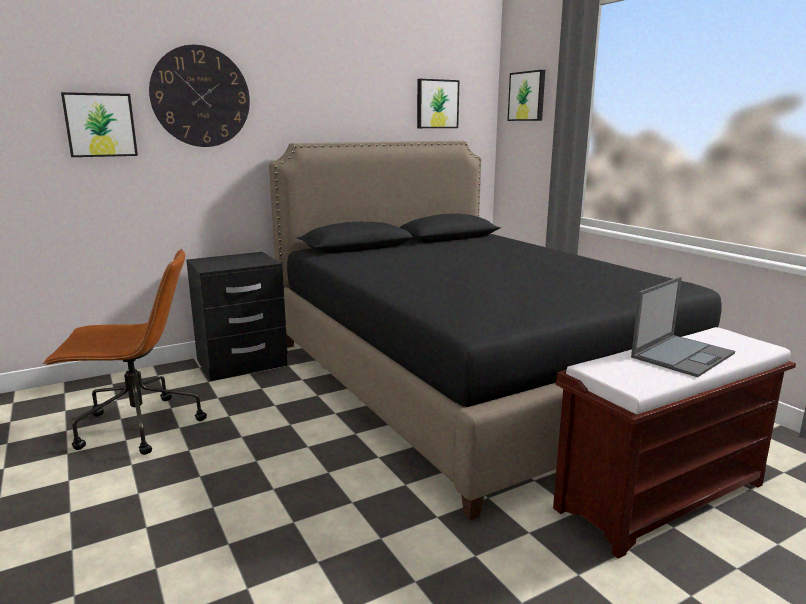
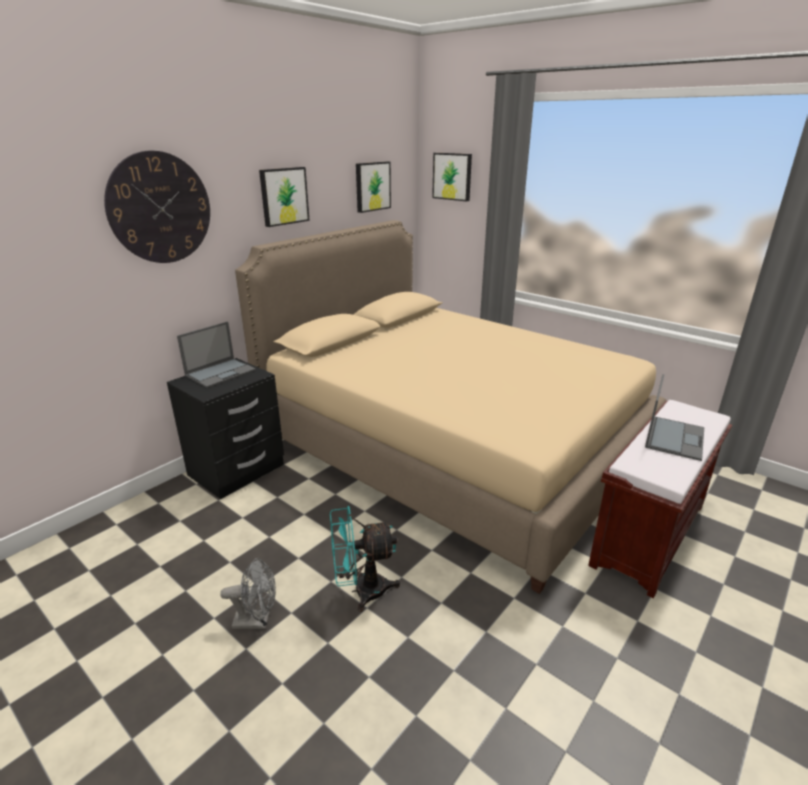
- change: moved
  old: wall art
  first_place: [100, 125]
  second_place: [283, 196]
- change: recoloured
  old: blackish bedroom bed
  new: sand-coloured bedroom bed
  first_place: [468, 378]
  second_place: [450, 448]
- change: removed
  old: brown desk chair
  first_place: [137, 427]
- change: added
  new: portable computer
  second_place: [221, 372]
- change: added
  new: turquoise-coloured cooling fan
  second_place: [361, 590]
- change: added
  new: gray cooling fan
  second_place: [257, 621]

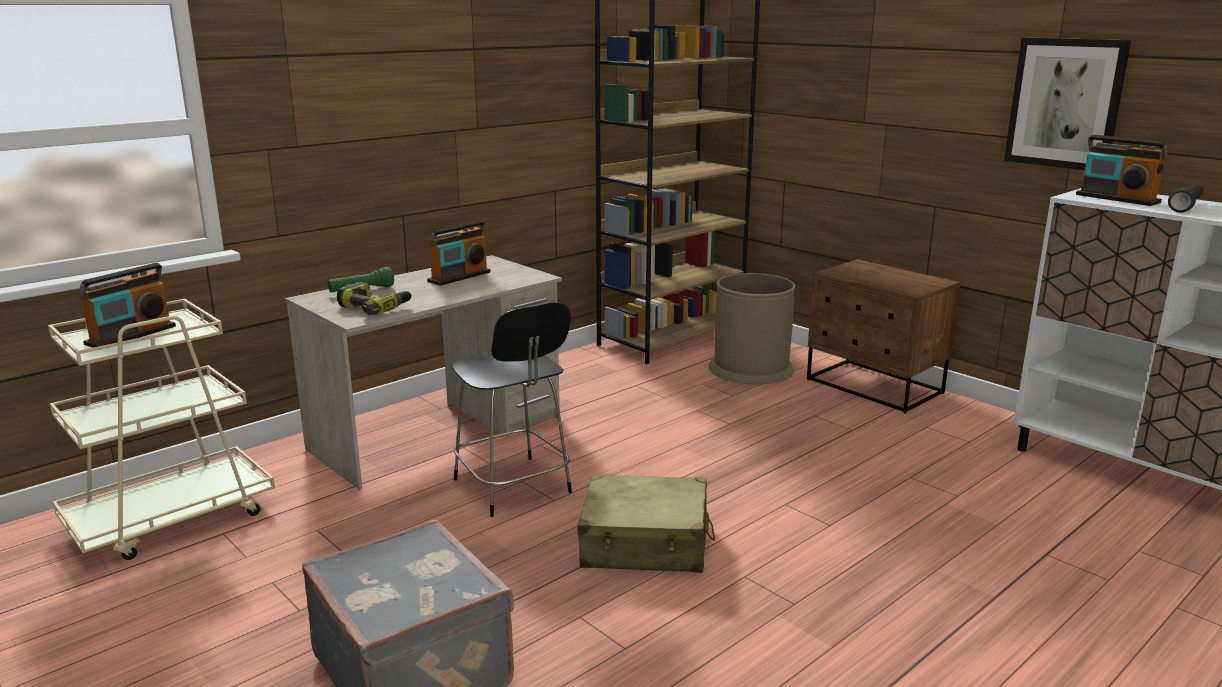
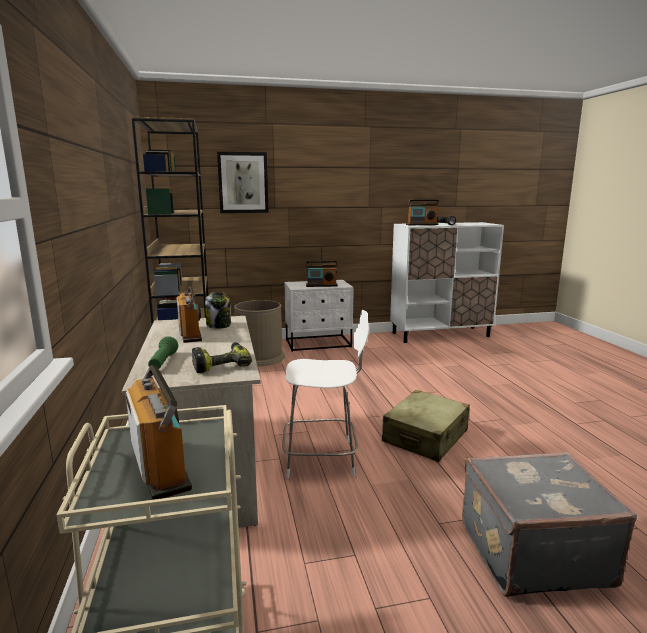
- change: moved
  old: wall art
  first_place: [1065, 103]
  second_place: [243, 183]
- change: recoloured
  old: brown nightstand
  new: white-coloured nightstand
  first_place: [874, 387]
  second_place: [318, 343]
- change: recoloured
  old: blackish plain chair
  new: white-coloured plain chair
  first_place: [514, 488]
  second_place: [323, 458]
- change: added
  new: radio
  second_place: [321, 285]
- change: added
  new: storage jar
  second_place: [219, 325]

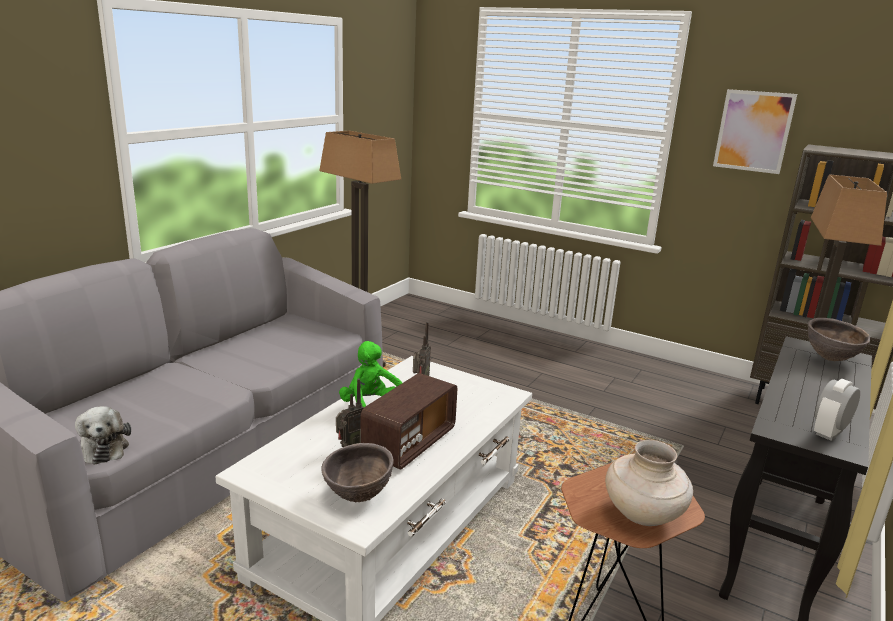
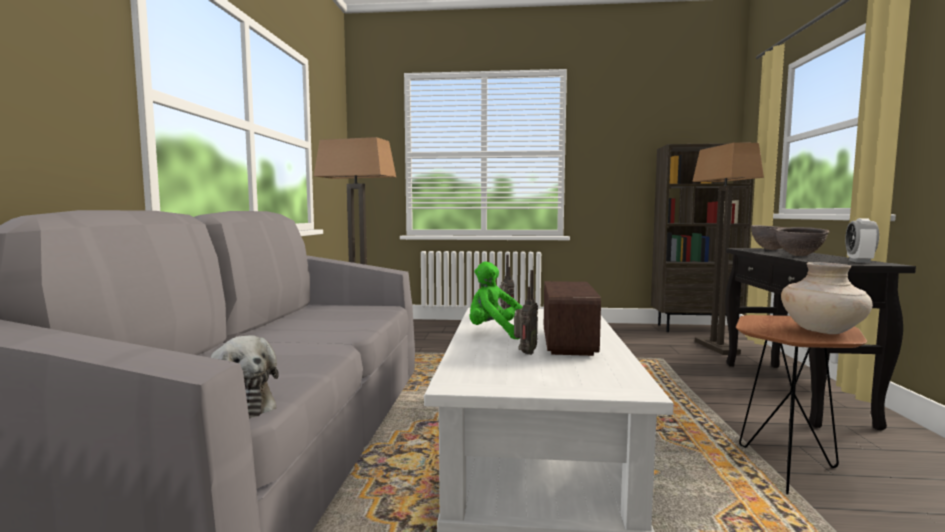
- change: removed
  old: wall art
  first_place: [753, 131]
- change: moved
  old: brown bowl
  first_place: [358, 496]
  second_place: [799, 256]

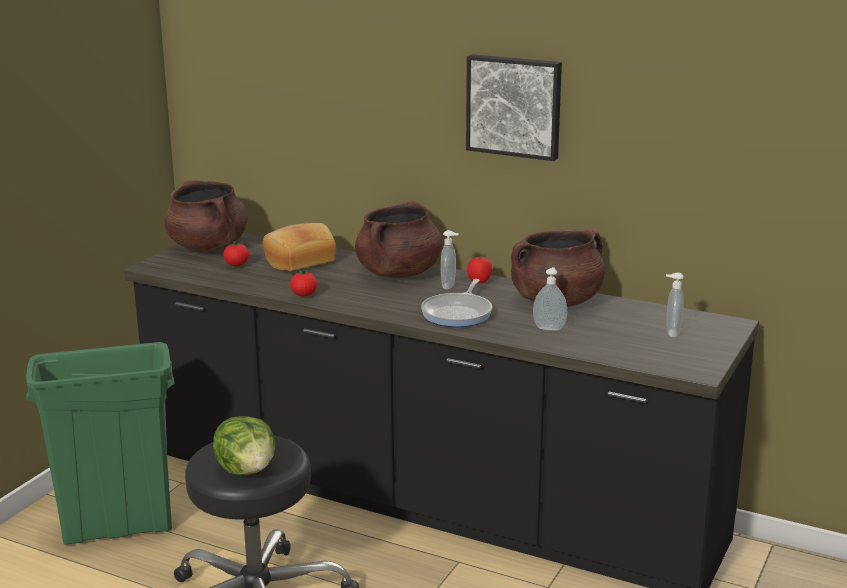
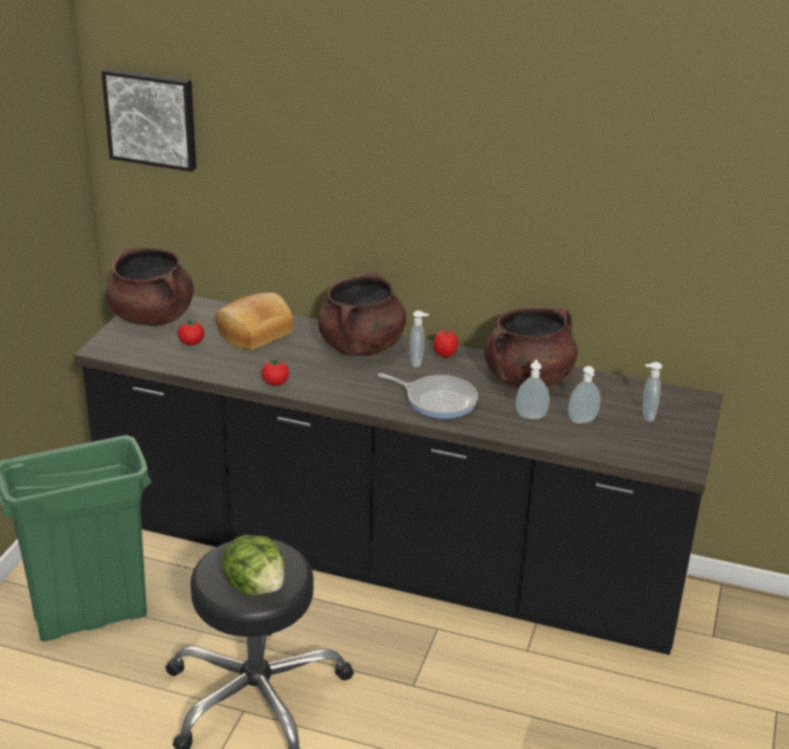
- change: moved
  old: wall art
  first_place: [514, 106]
  second_place: [152, 118]
- change: turned
  old: pan
  first_place: [458, 313]
  second_place: [437, 400]
  degrees: -75
- change: added
  new: soap dispenser
  second_place: [583, 421]

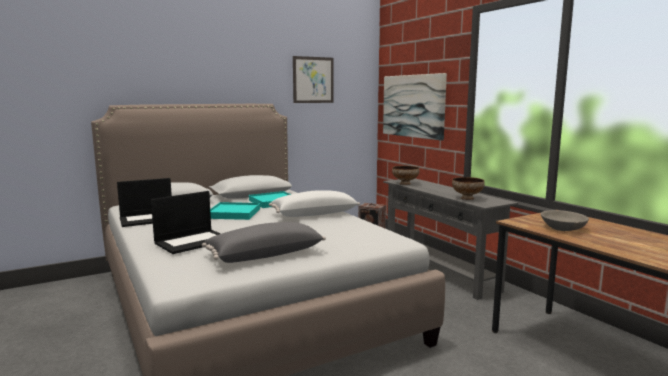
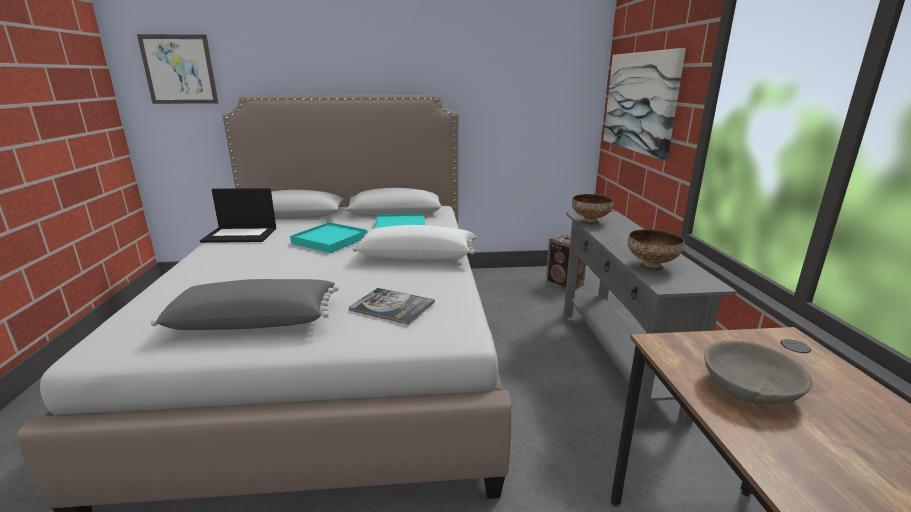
- change: moved
  old: wall art
  first_place: [313, 80]
  second_place: [179, 69]
- change: removed
  old: portable computer
  first_place: [193, 241]
- change: added
  new: volume
  second_place: [392, 306]

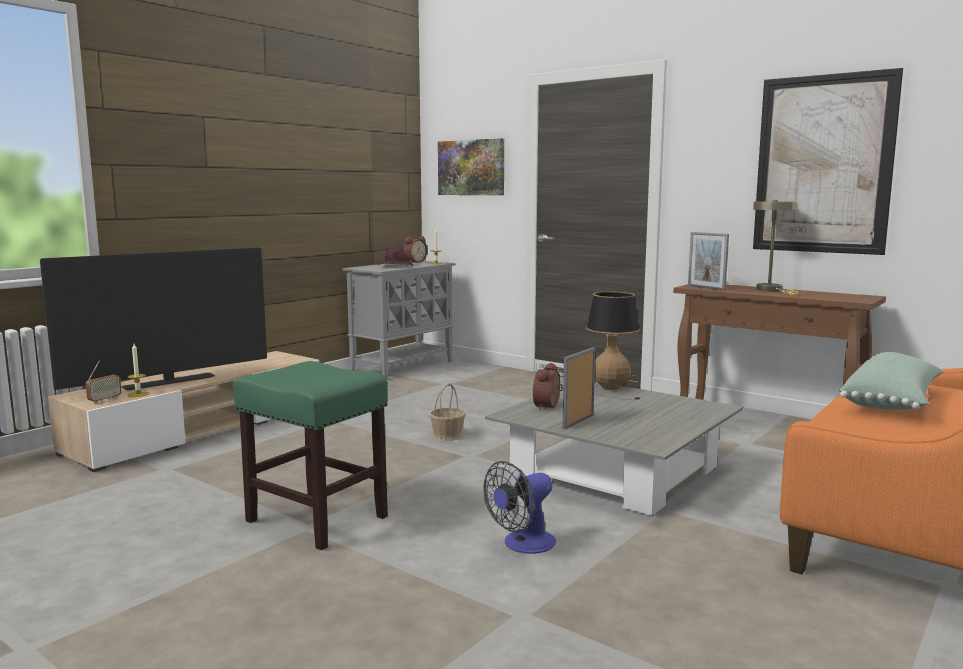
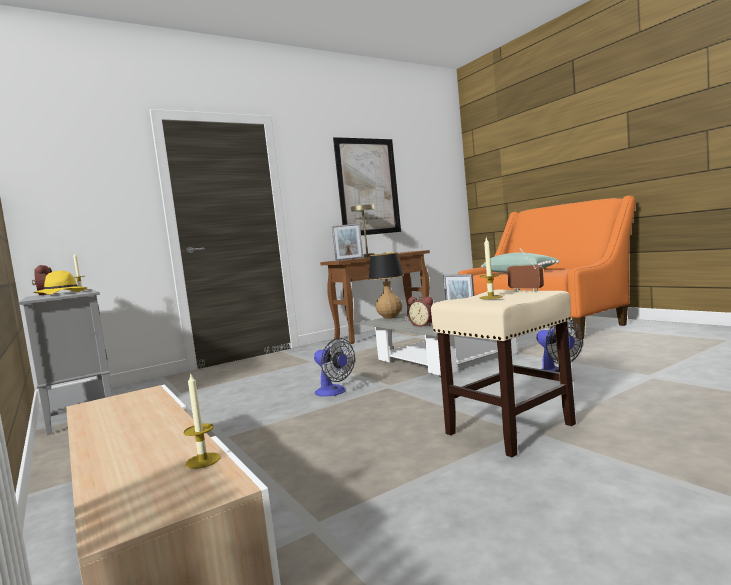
- change: removed
  old: wall art
  first_place: [471, 167]
- change: recoloured
  old: purple clothing hat
  new: yellow-coloured clothing hat
  first_place: [394, 266]
  second_place: [61, 294]
- change: removed
  old: television
  first_place: [169, 382]
- change: moved
  old: radio
  first_place: [104, 400]
  second_place: [525, 290]
- change: recoloured
  old: green stool
  new: sand-coloured stool
  first_place: [315, 518]
  second_place: [509, 429]
- change: replaced
  old: household basket
  new: cooling fan
  first_place: [447, 436]
  second_place: [334, 392]
- change: added
  new: wax light
  second_place: [491, 297]

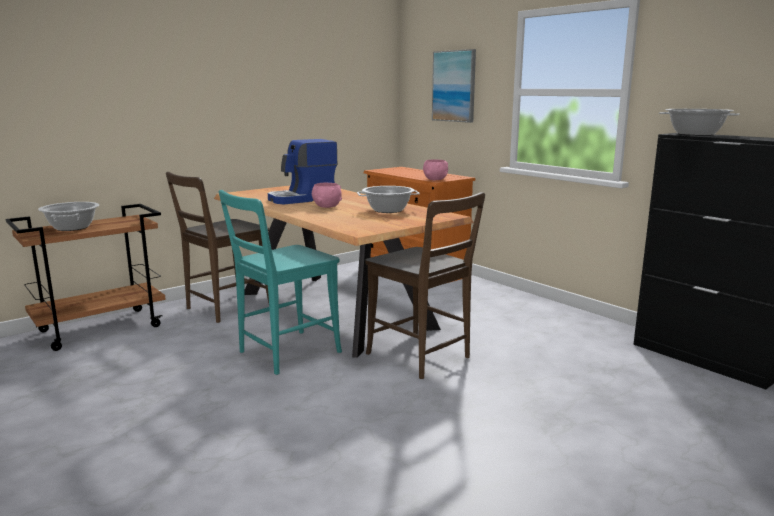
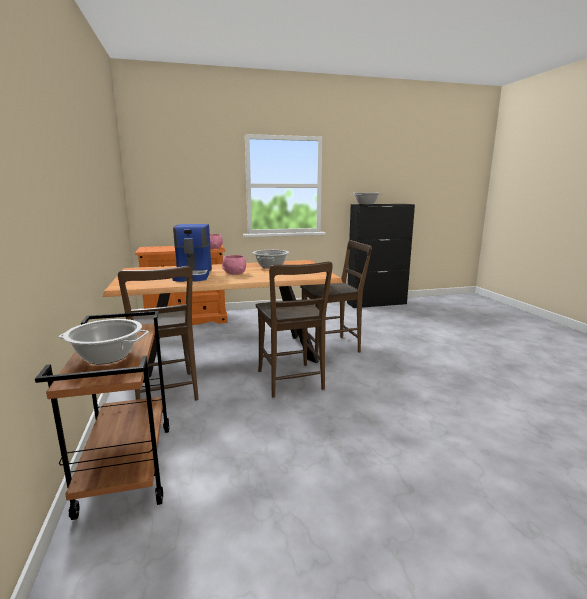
- change: removed
  old: wall art
  first_place: [454, 86]
- change: recoloured
  old: turquoise-coloured plain chair
  new: brown plain chair
  first_place: [285, 353]
  second_place: [291, 382]

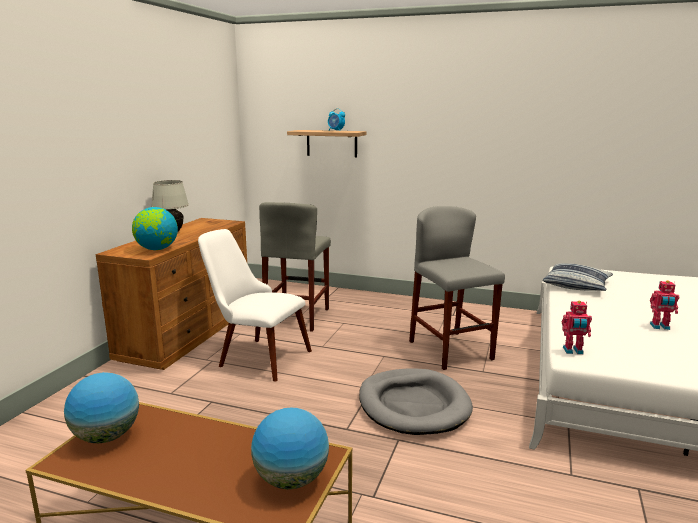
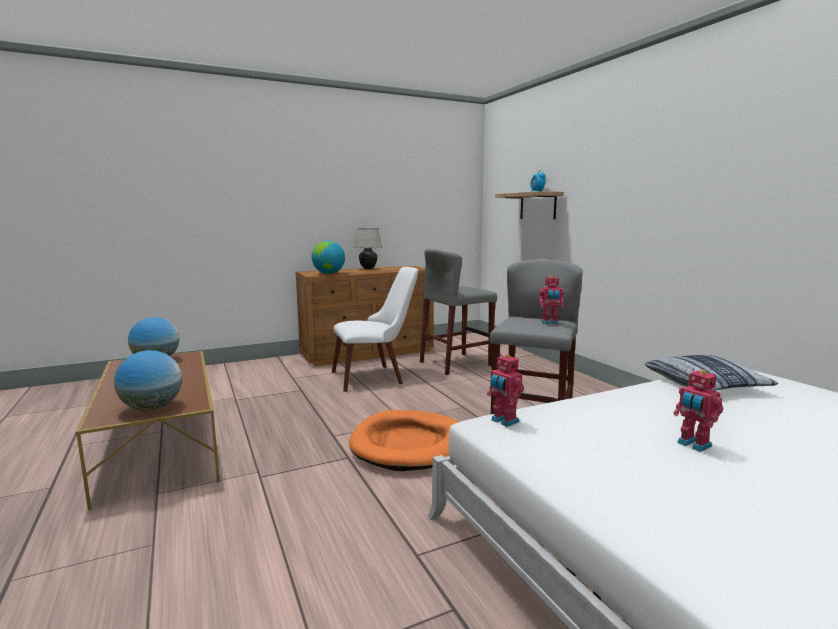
- change: turned
  old: white-coloured plain chair
  first_place: [255, 356]
  second_place: [376, 376]
  degrees: 90
- change: recoloured
  old: gray dog cushion
  new: orange dog cushion
  first_place: [413, 405]
  second_place: [408, 444]
- change: added
  new: model robot
  second_place: [550, 323]

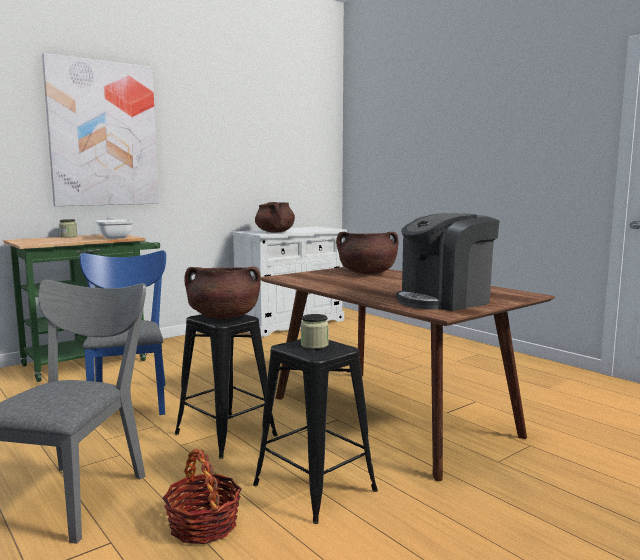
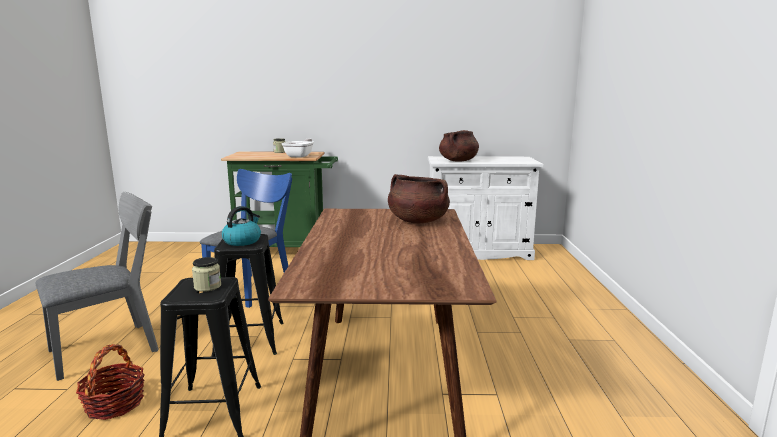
- change: removed
  old: wall art
  first_place: [103, 134]
- change: removed
  old: coffee maker
  first_place: [444, 300]
- change: replaced
  old: brown cooking pot
  new: tea kettle
  first_place: [224, 317]
  second_place: [242, 241]

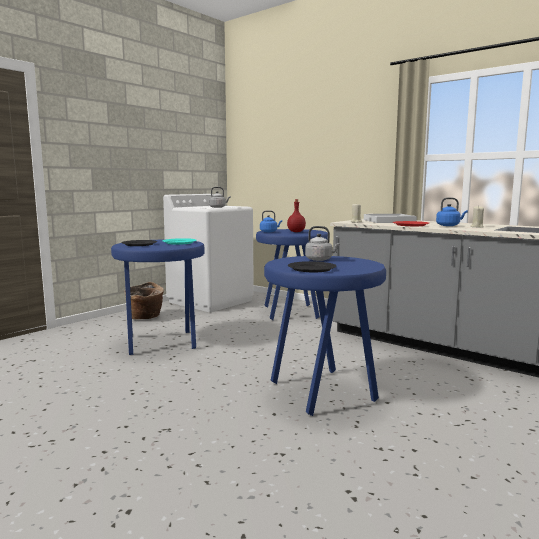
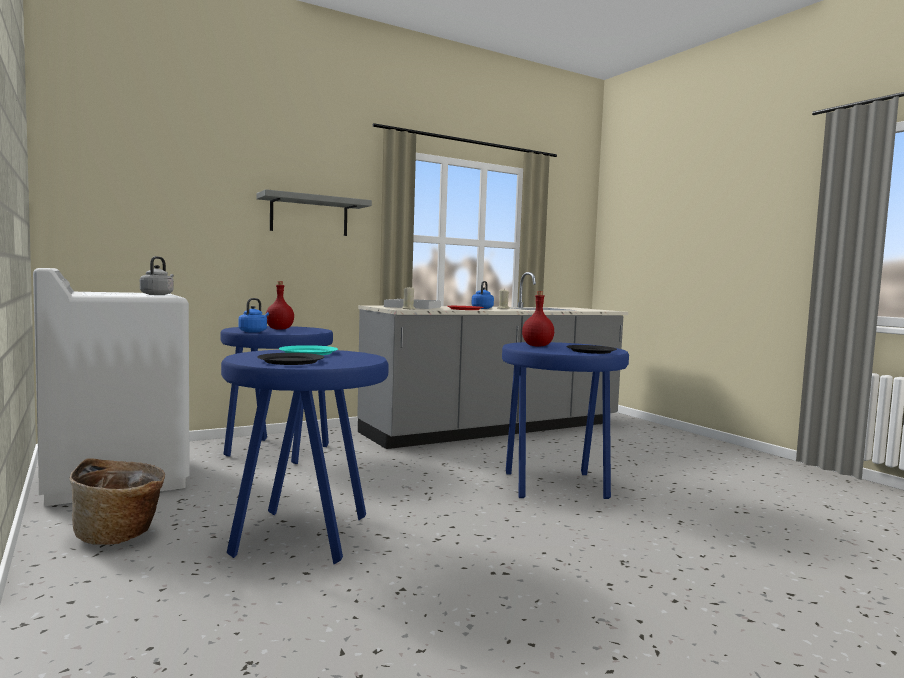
- change: replaced
  old: gray tea kettle
  new: reddish bottle
  first_place: [320, 259]
  second_place: [537, 346]
- change: added
  new: gray bracket shelf
  second_place: [309, 216]

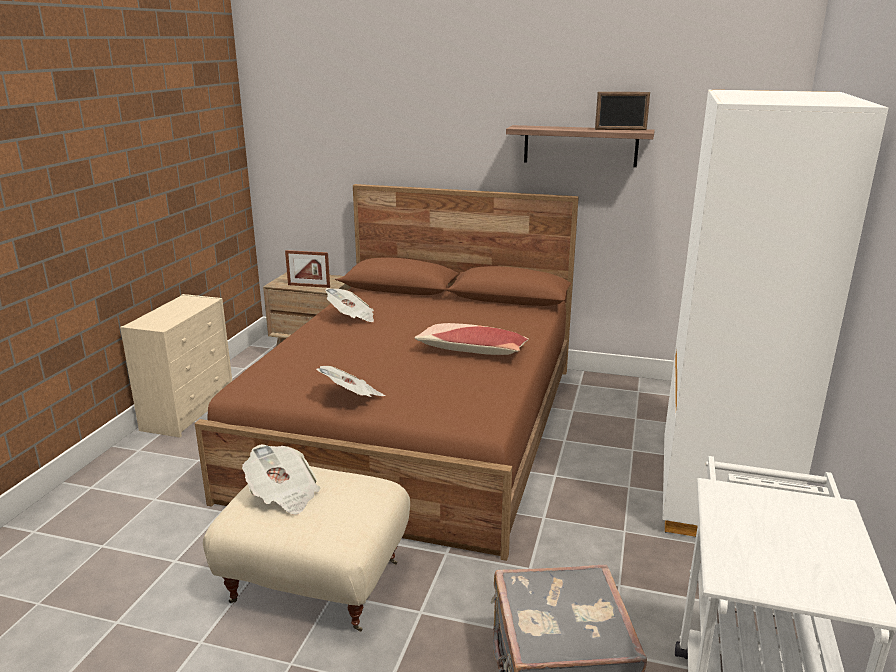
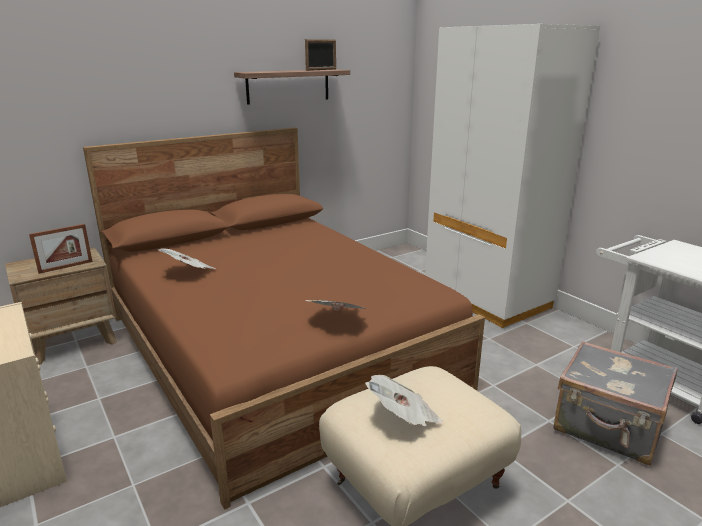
- change: removed
  old: throw pillow
  first_place: [471, 350]

